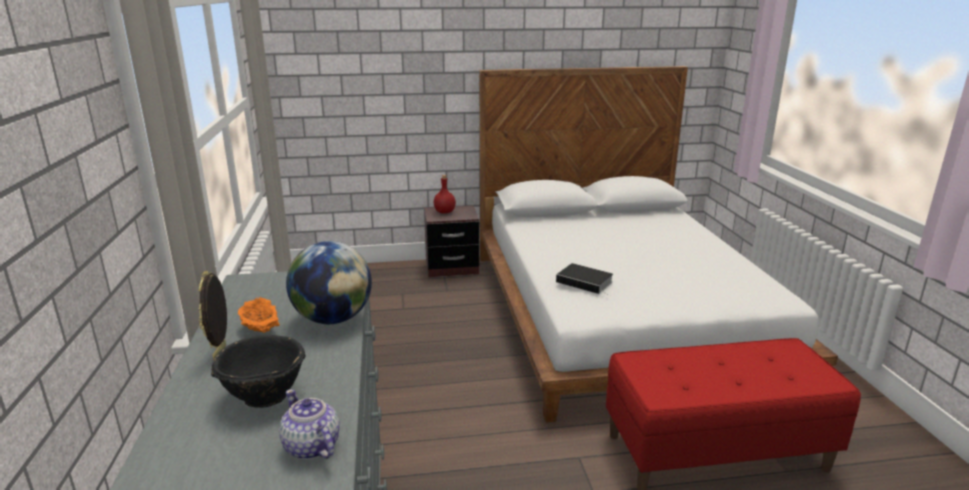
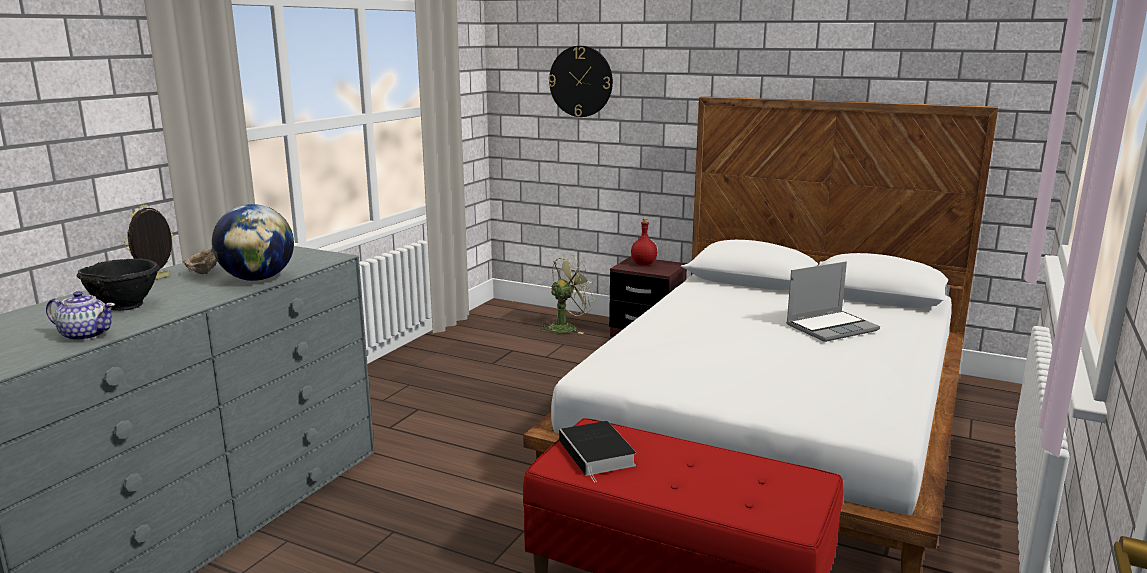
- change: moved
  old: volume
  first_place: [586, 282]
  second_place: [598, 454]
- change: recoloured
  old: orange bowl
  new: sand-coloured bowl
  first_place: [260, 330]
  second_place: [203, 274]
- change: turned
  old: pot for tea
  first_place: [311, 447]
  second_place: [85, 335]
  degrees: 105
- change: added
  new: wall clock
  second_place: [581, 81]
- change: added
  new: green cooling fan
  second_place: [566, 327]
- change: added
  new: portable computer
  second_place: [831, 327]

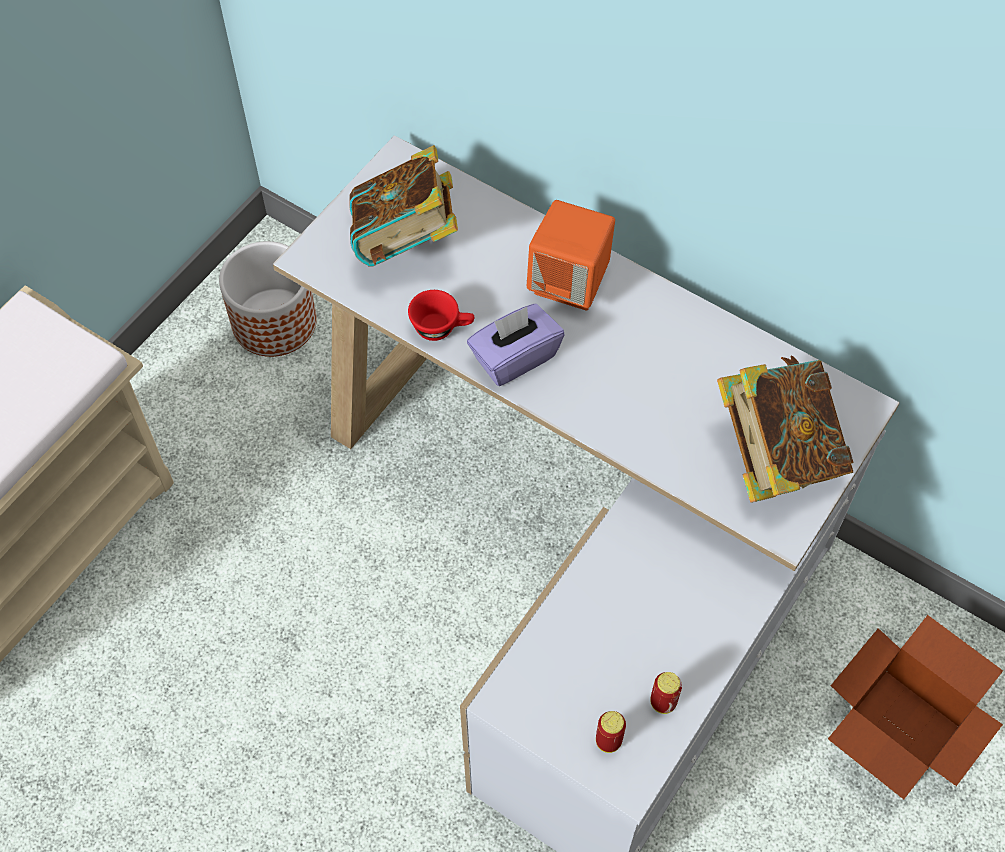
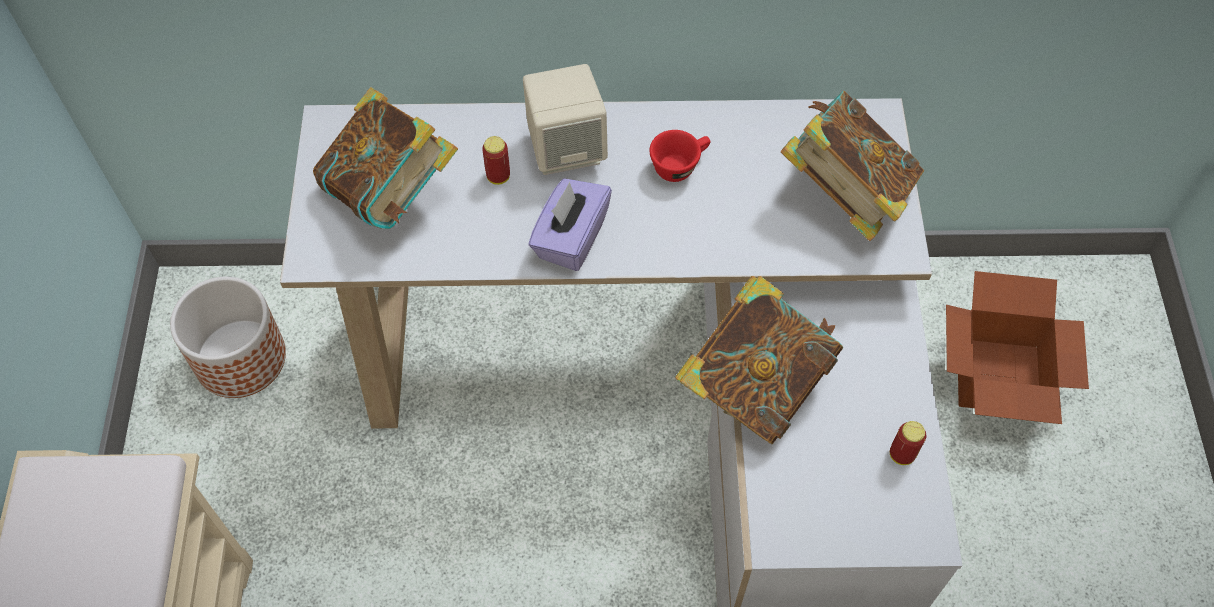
- change: recoloured
  old: orange loudspeaker
  new: sand-coloured loudspeaker
  first_place: [569, 283]
  second_place: [566, 149]
- change: moved
  old: reddish cup
  first_place: [442, 327]
  second_place: [679, 165]
- change: moved
  old: can
  first_place: [608, 741]
  second_place: [498, 176]
- change: added
  new: volume
  second_place: [754, 384]

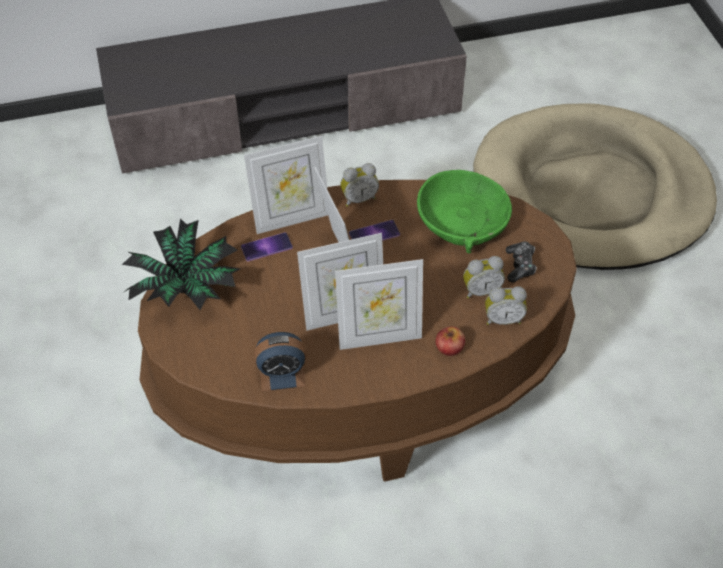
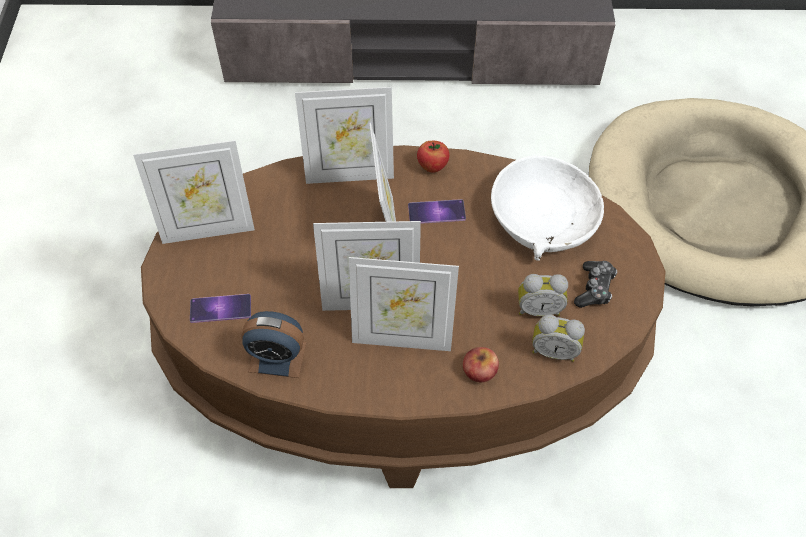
- change: replaced
  old: table clock
  new: whole apple
  first_place: [358, 198]
  second_place: [432, 166]
- change: recoloured
  old: green bowl
  new: white-coloured bowl
  first_place: [463, 220]
  second_place: [544, 217]
- change: replaced
  old: potted plant
  new: picture frame
  first_place: [185, 288]
  second_place: [208, 229]
- change: moved
  old: handset
  first_place: [266, 247]
  second_place: [220, 308]

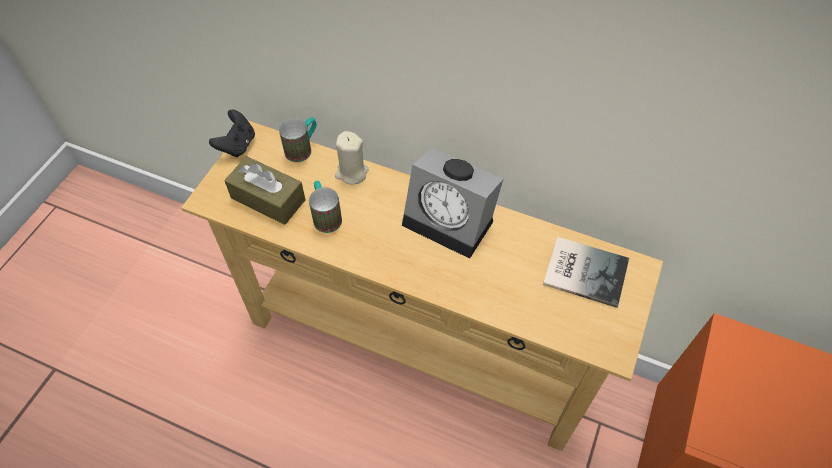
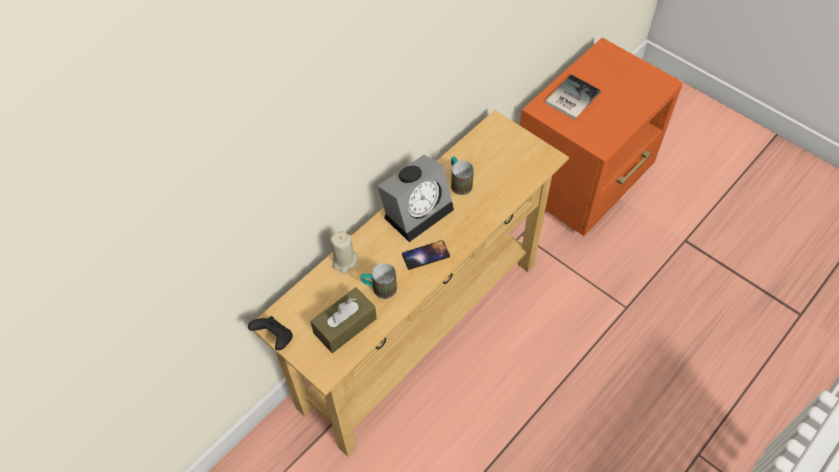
- change: moved
  old: tea mug
  first_place: [303, 148]
  second_place: [459, 182]
- change: moved
  old: volume
  first_place: [583, 270]
  second_place: [570, 97]
- change: added
  new: handset
  second_place: [425, 255]

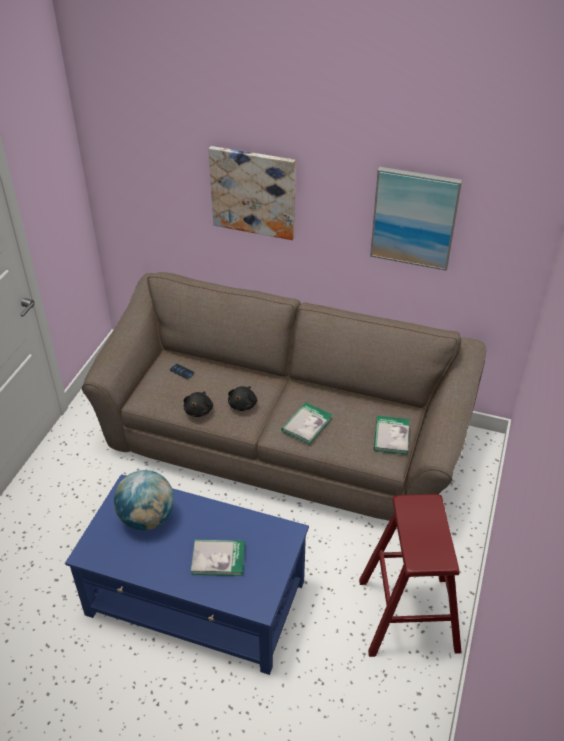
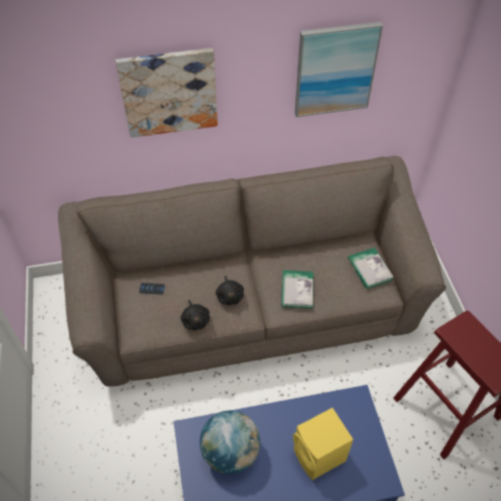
- change: replaced
  old: volume
  new: yellow-coloured loudspeaker
  first_place: [218, 559]
  second_place: [319, 457]

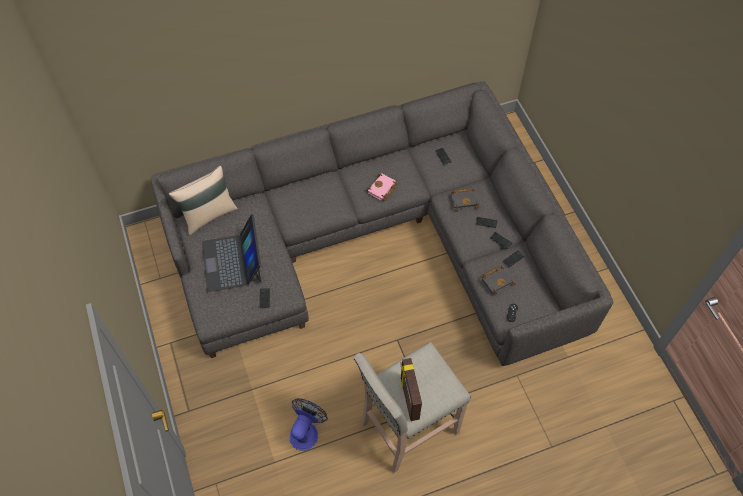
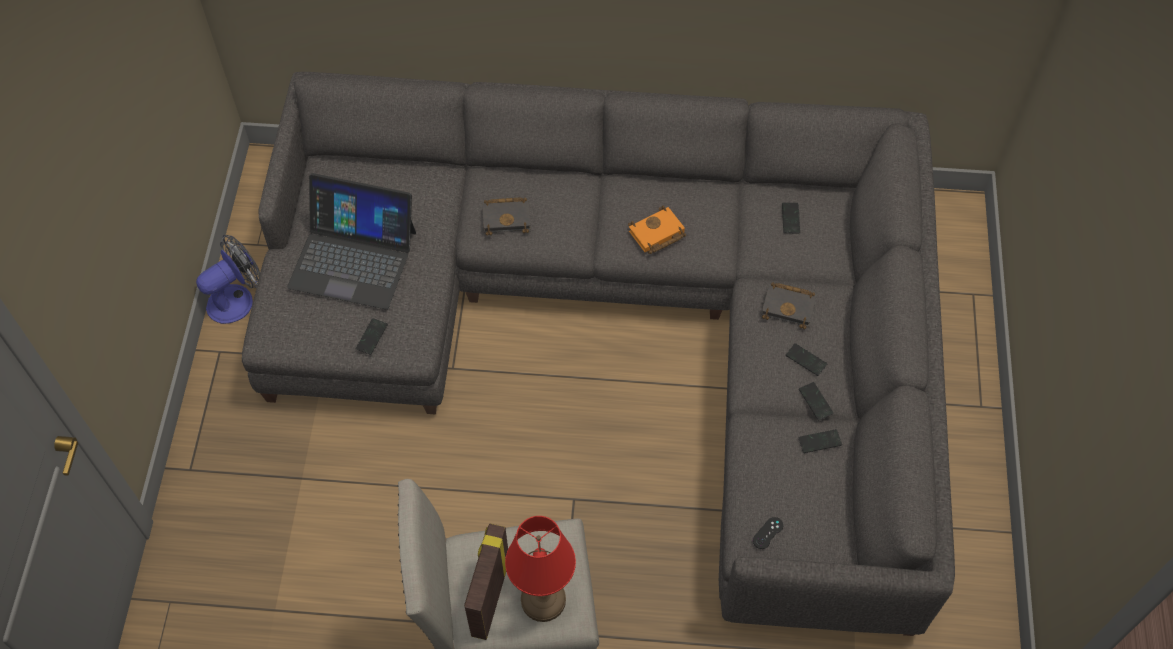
- change: removed
  old: sand-coloured throw pillow
  first_place: [208, 215]
- change: recoloured
  old: pink-coloured volume
  new: orange volume
  first_place: [382, 189]
  second_place: [656, 234]
- change: turned
  old: portable computer
  first_place: [233, 261]
  second_place: [353, 258]
  degrees: -90
- change: moved
  old: blackish volume
  first_place: [497, 280]
  second_place: [508, 217]
- change: moved
  old: cooling fan
  first_place: [306, 431]
  second_place: [237, 299]
- change: added
  new: reddish tabletop lamp
  second_place: [544, 599]

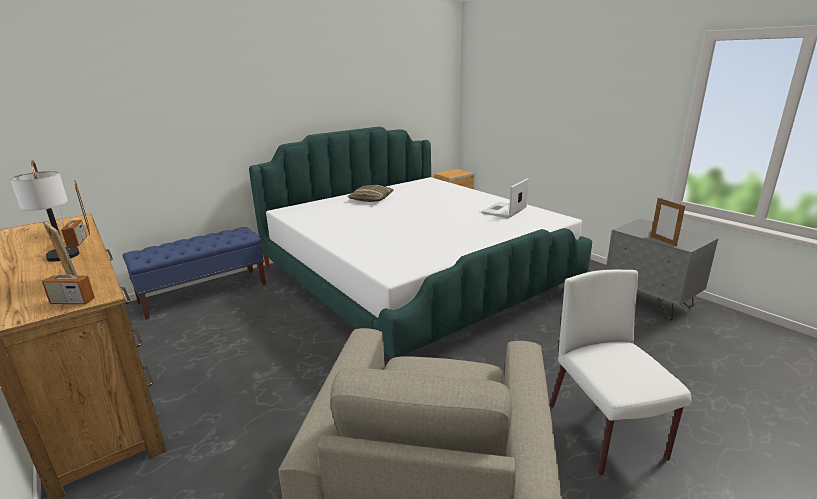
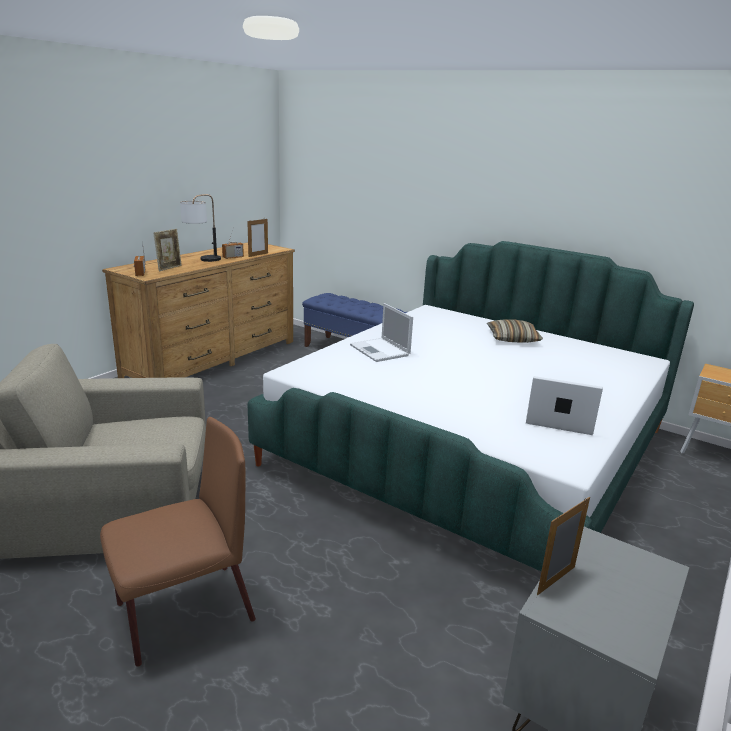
- change: recoloured
  old: white-coloured plain chair
  new: brown plain chair
  first_place: [606, 433]
  second_place: [183, 613]
- change: added
  new: portable computer
  second_place: [380, 350]

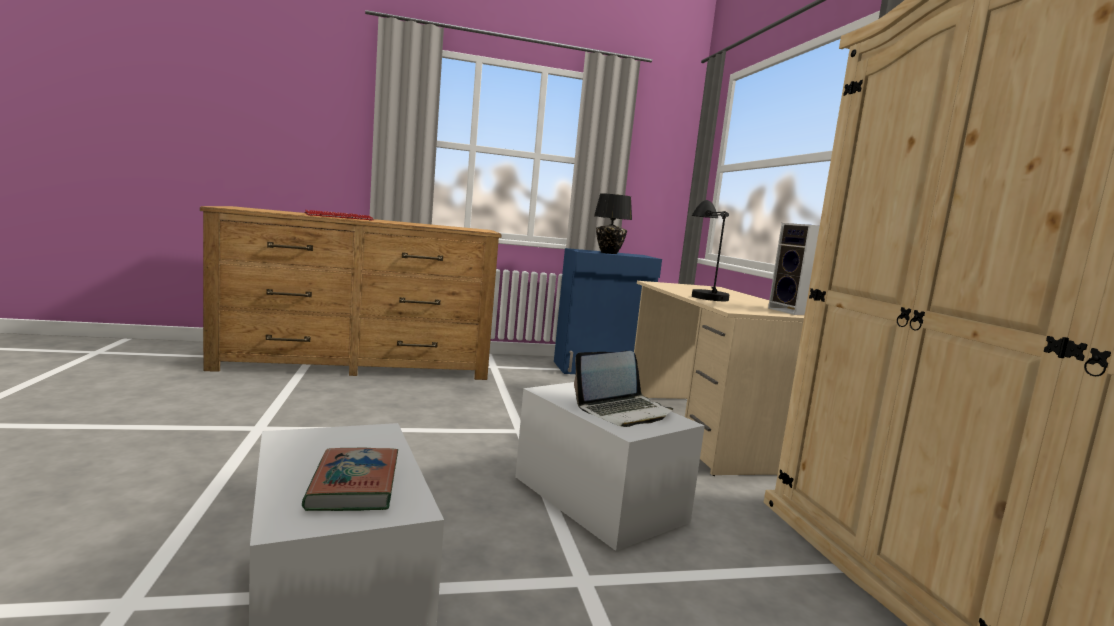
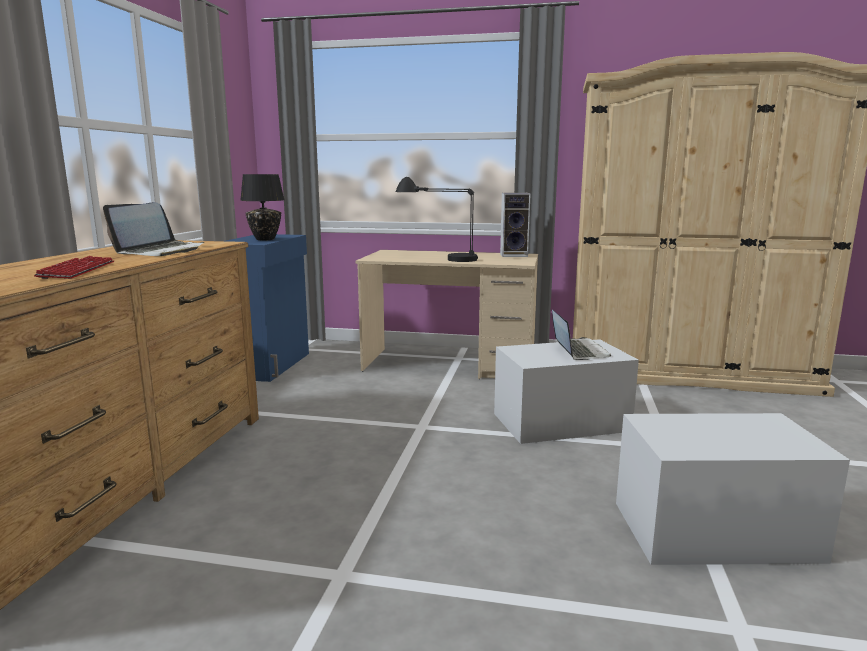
- change: removed
  old: volume
  first_place: [354, 486]
- change: added
  new: portable computer
  second_place: [161, 251]

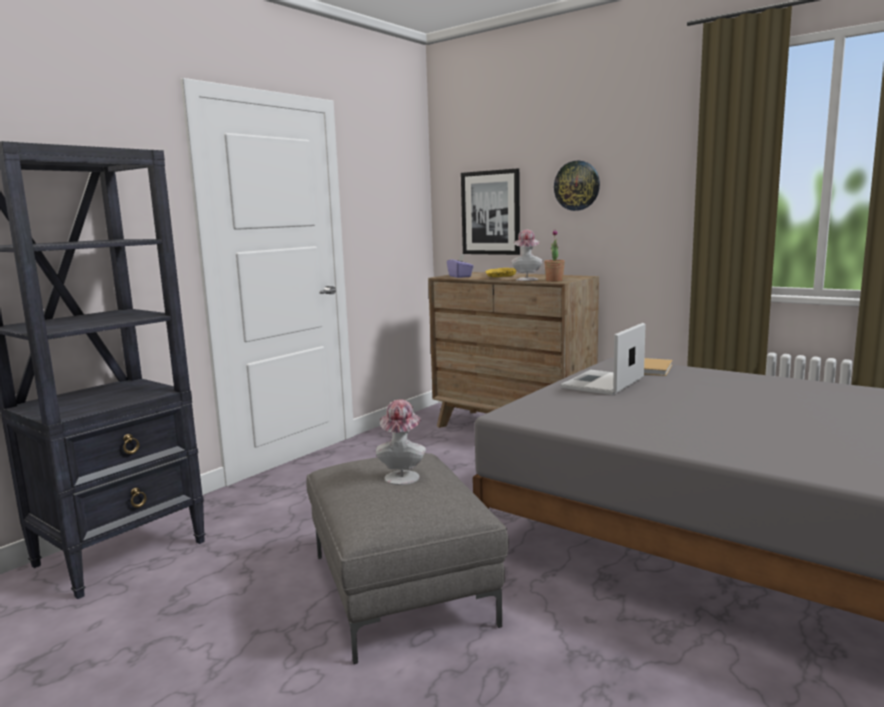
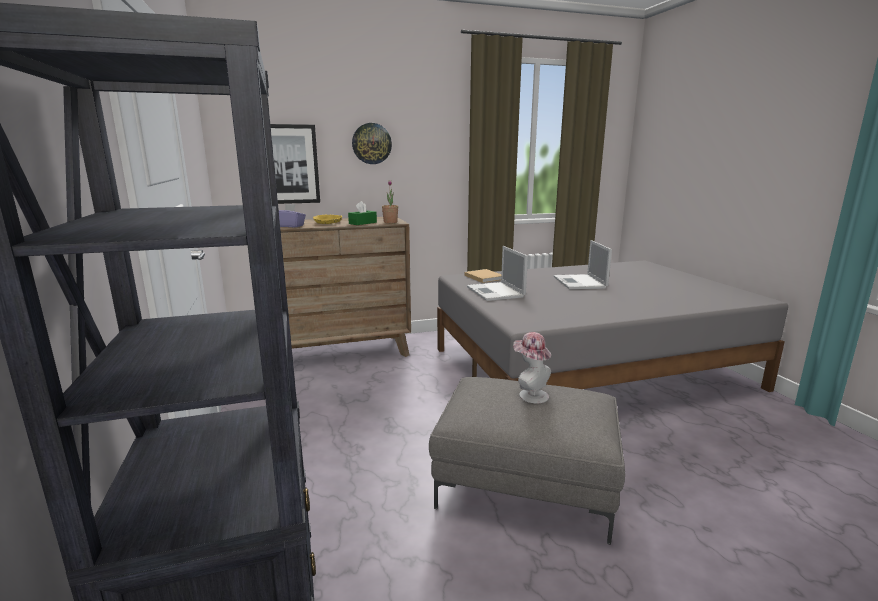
- change: replaced
  old: clothing hat
  new: green tissue holder
  first_place: [526, 279]
  second_place: [362, 223]
- change: added
  new: portable computer
  second_place: [580, 282]

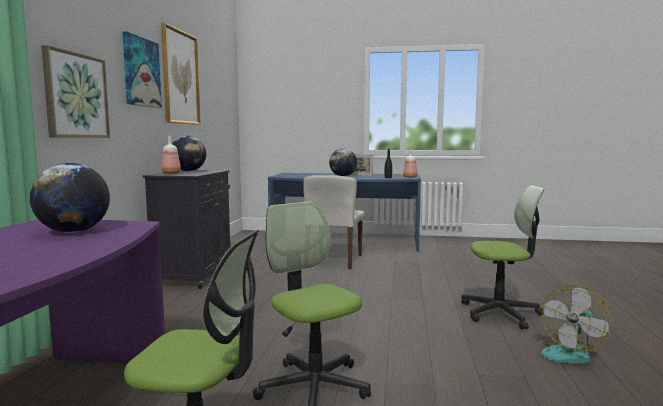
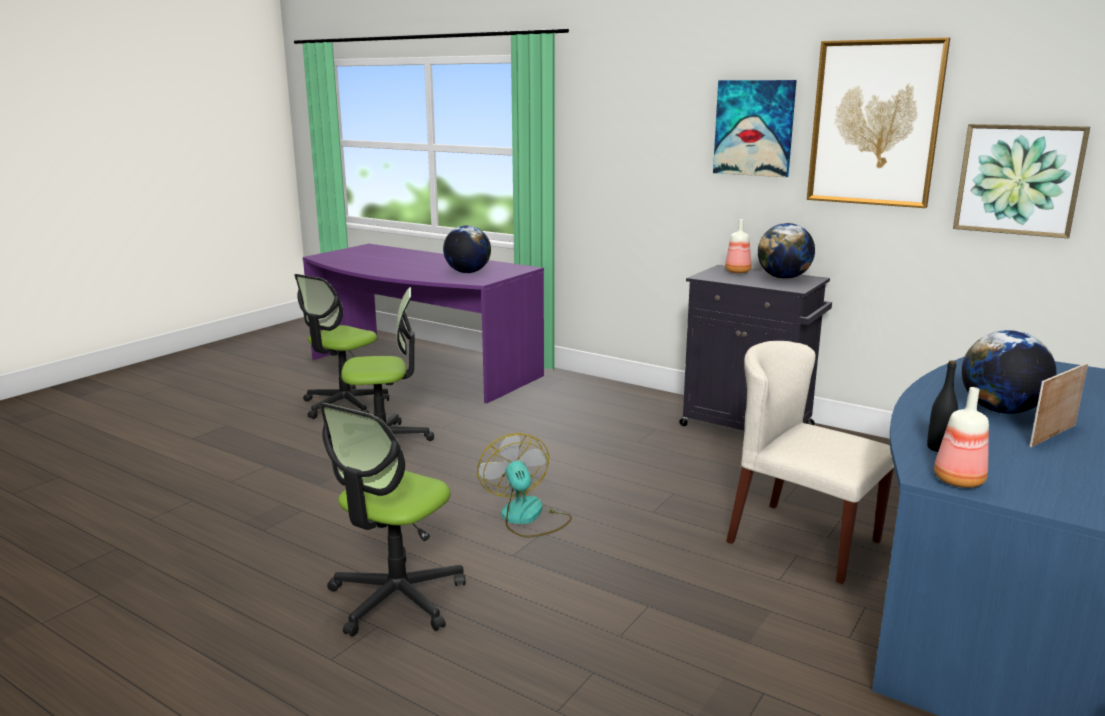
- change: moved
  old: wall art
  first_place: [76, 96]
  second_place: [1018, 179]
- change: moved
  old: cooling fan
  first_place: [570, 353]
  second_place: [527, 517]

